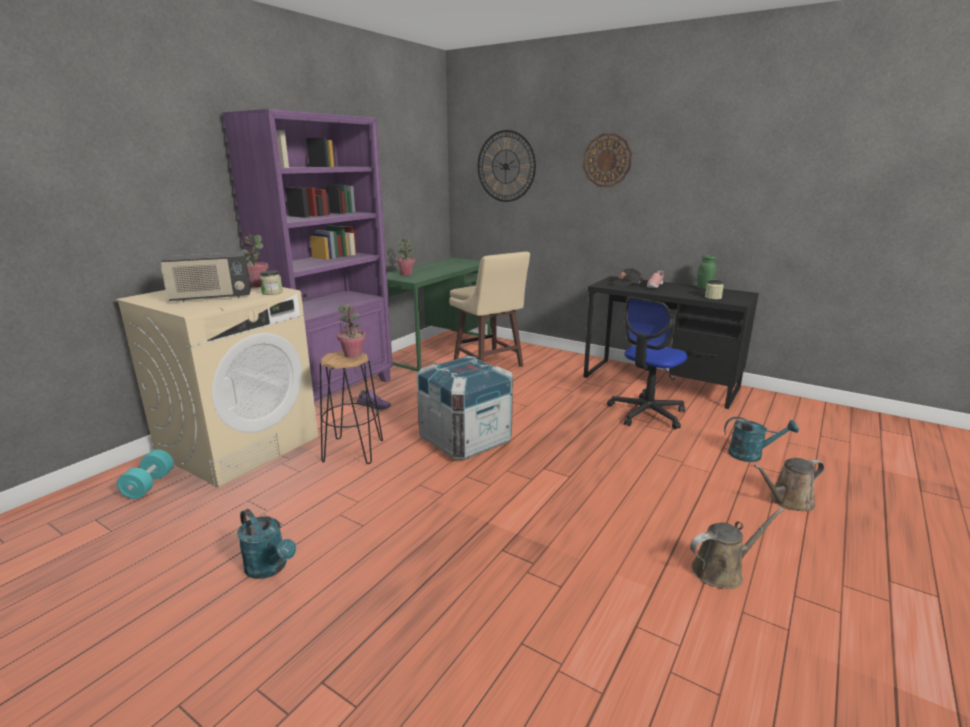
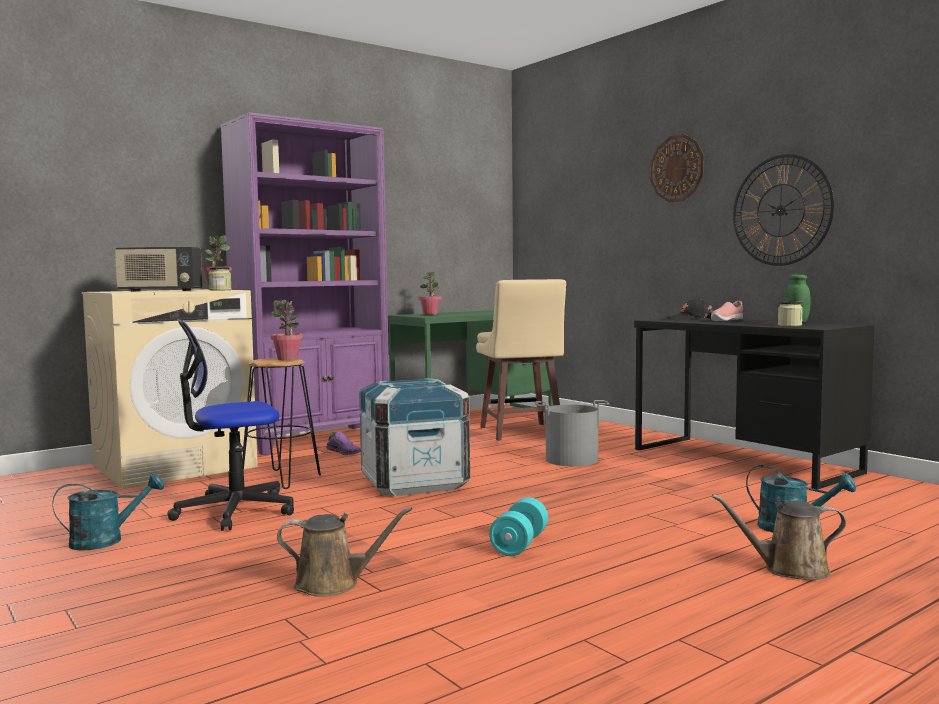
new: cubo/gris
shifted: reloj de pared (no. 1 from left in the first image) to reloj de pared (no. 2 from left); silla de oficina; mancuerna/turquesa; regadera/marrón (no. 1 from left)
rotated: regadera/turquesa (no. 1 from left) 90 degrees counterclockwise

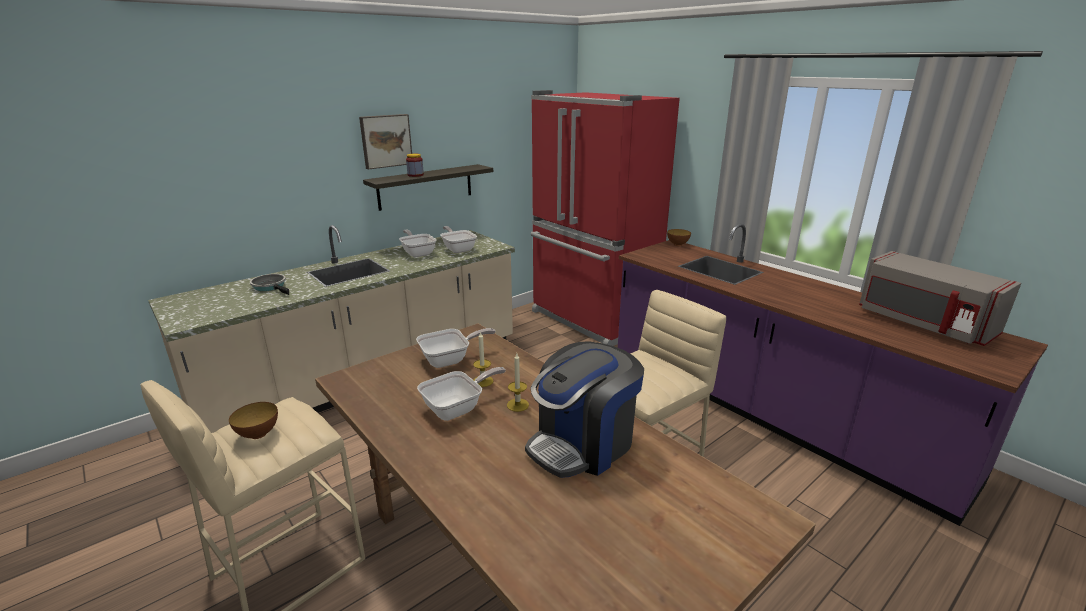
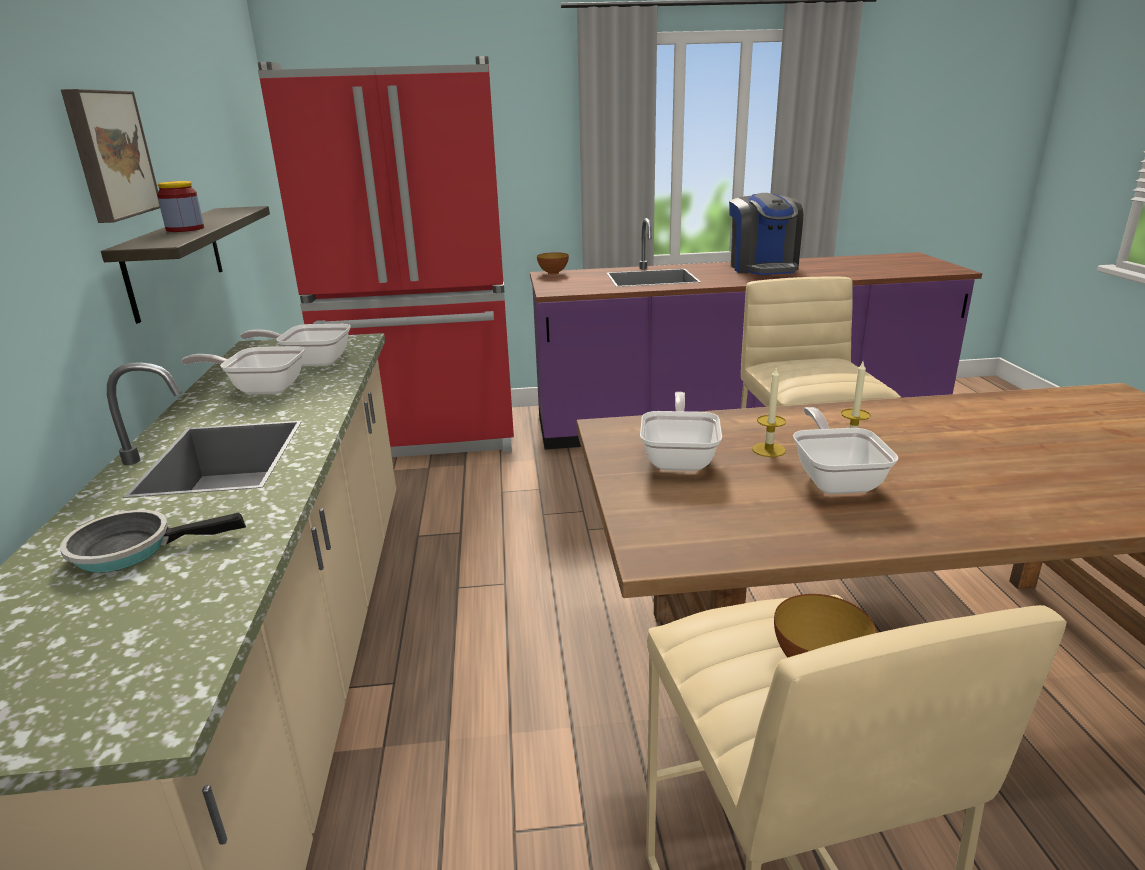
gone: microondas/gris
shifted: cafetera

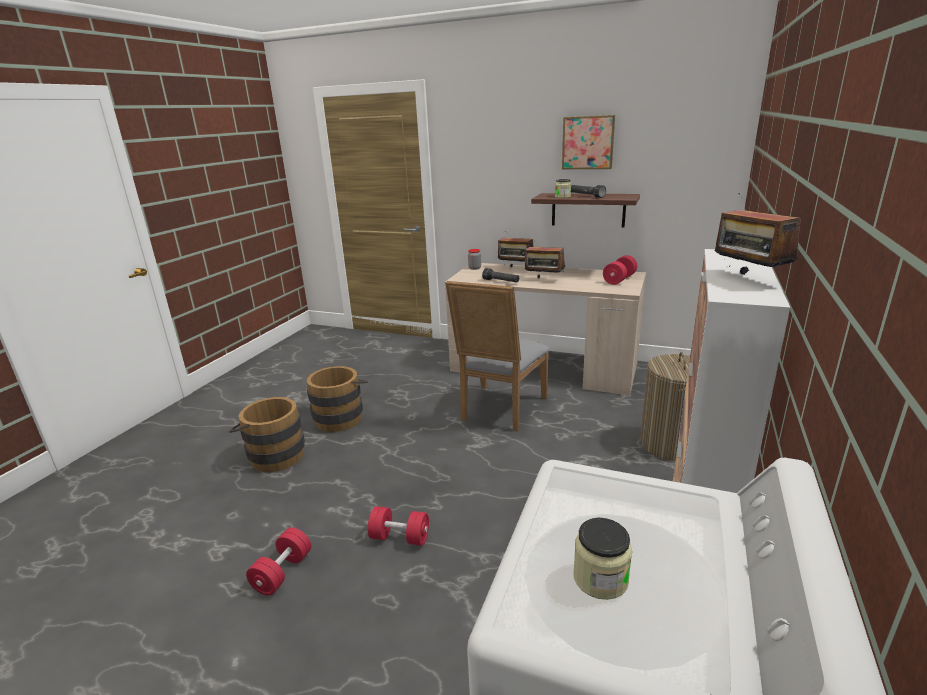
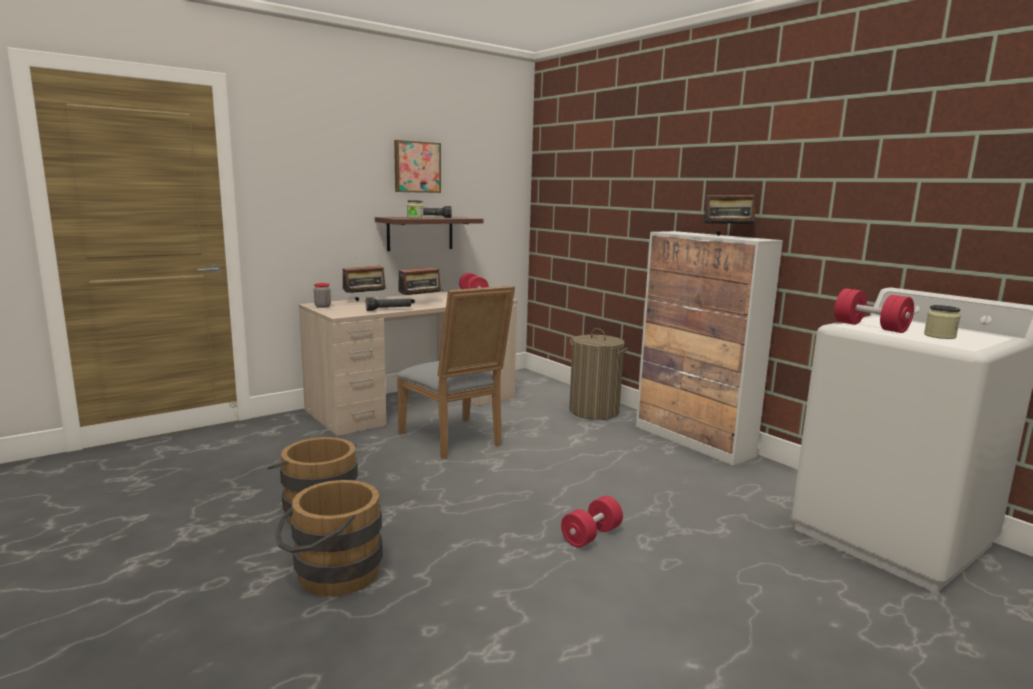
shifted: mancuerna/rojo (no. 1 from left in the first image) to mancuerna/rojo (no. 3 from left)

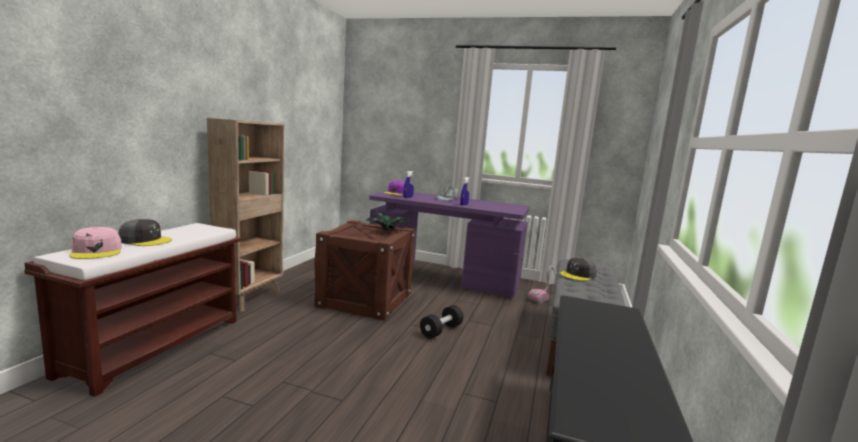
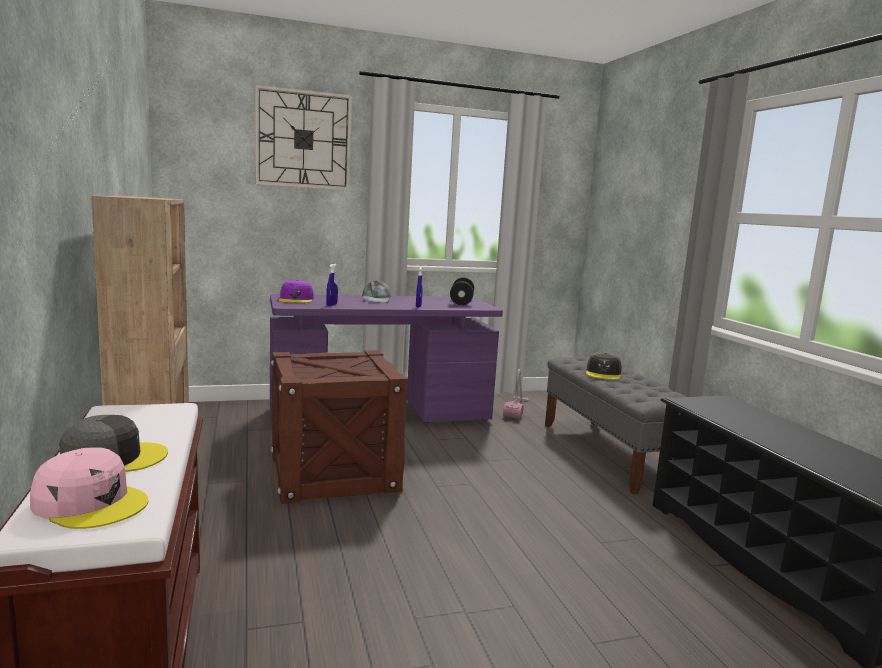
gone: planta en maceta
new: reloj de pared
shifted: mancuerna/negro

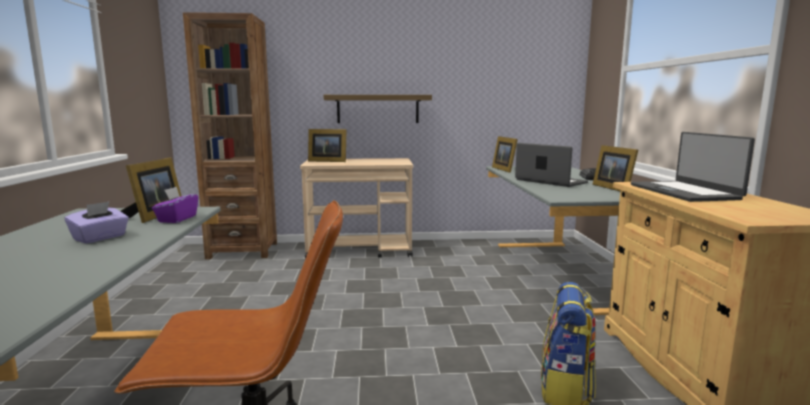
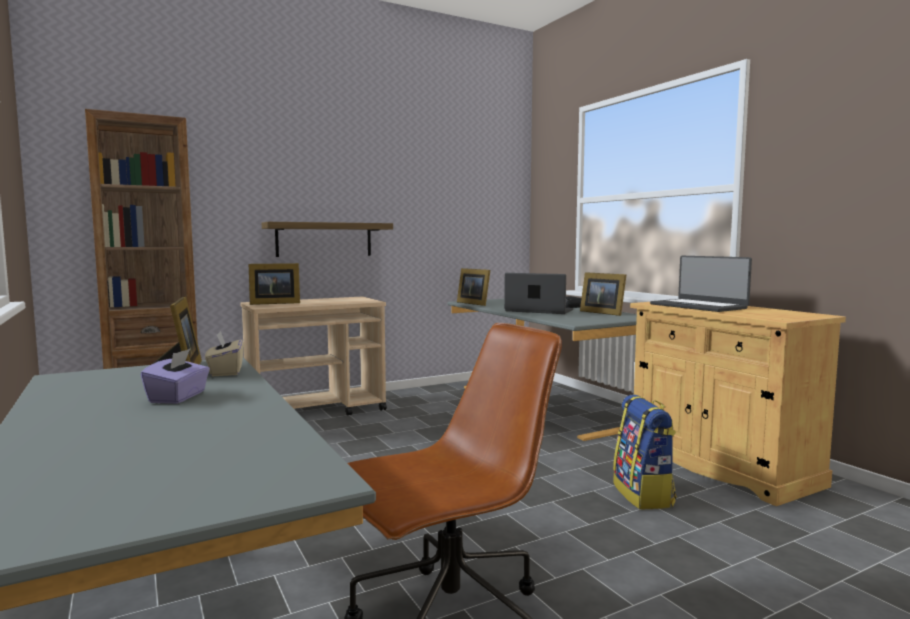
repainted: caja de pañuelos/morado (no. 2 from left) to caja de pañuelos/beis

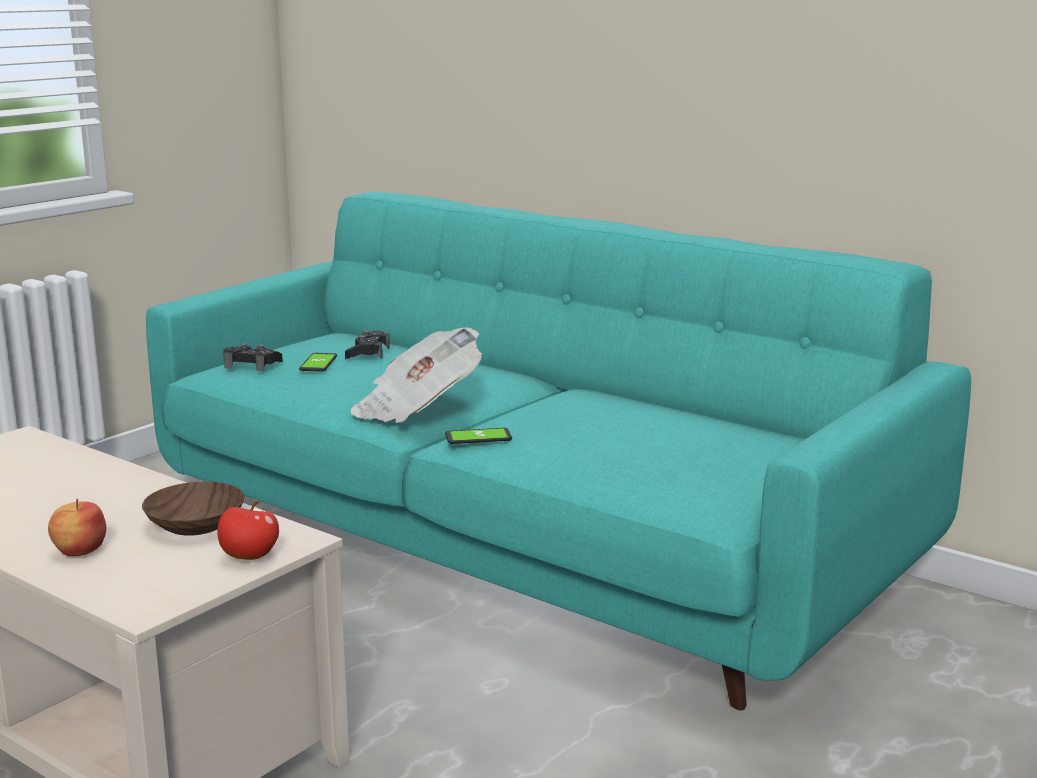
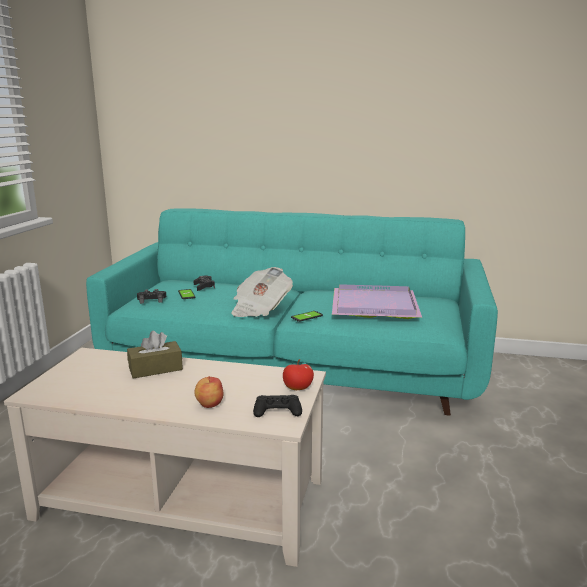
gone: cuenco/marrón
new: bandeja/morado; caja de pañuelos/marrón; mando de consola/negro (no. 3 from left)

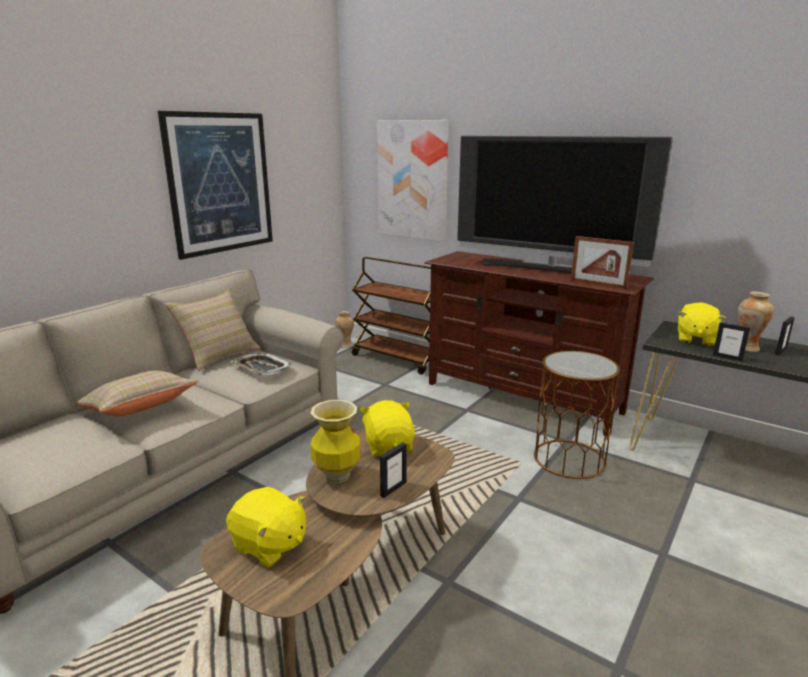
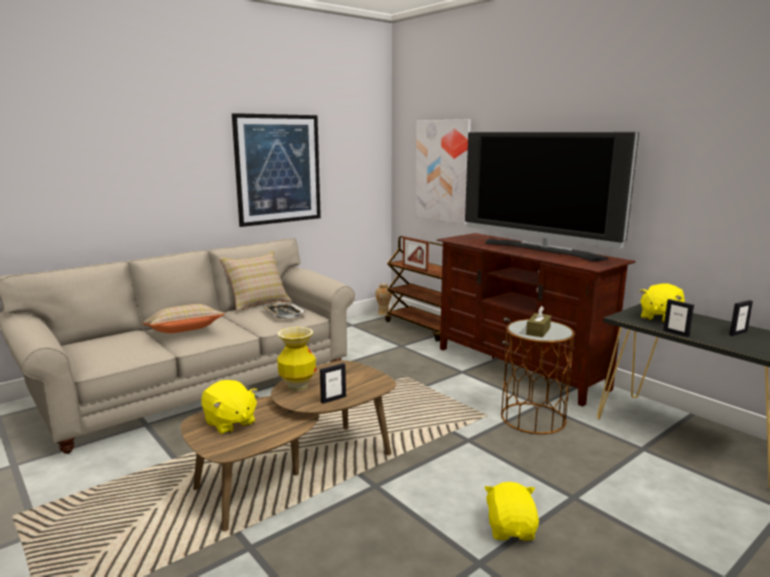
gone: florero (no. 3 from left)
new: caja de pañuelos/marrón
shifted: portarretratos (no. 2 from left); peluche/amarillo (no. 2 from left)

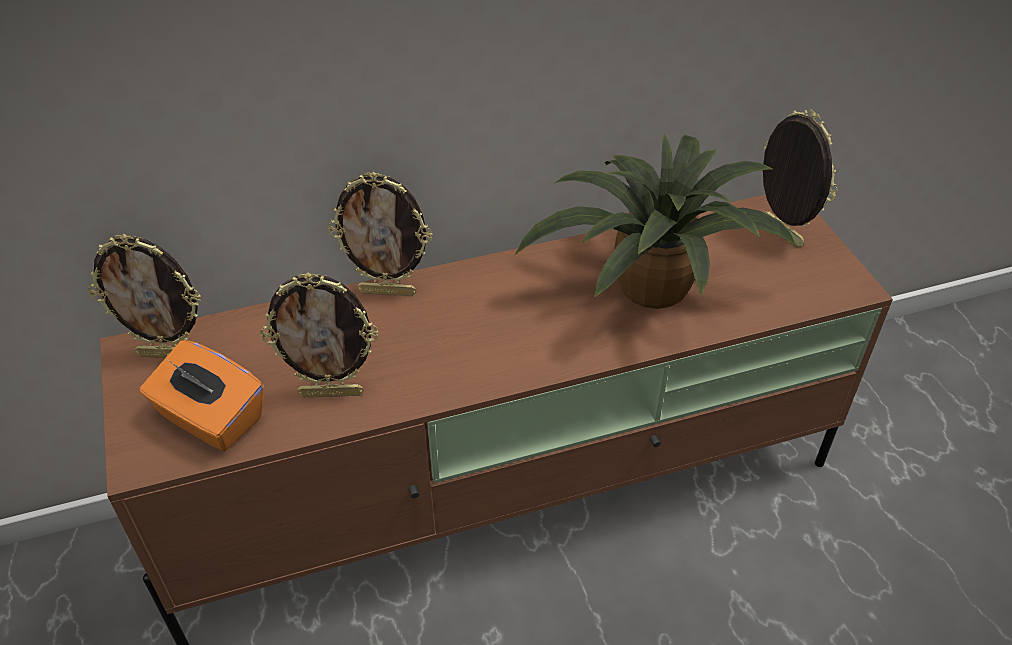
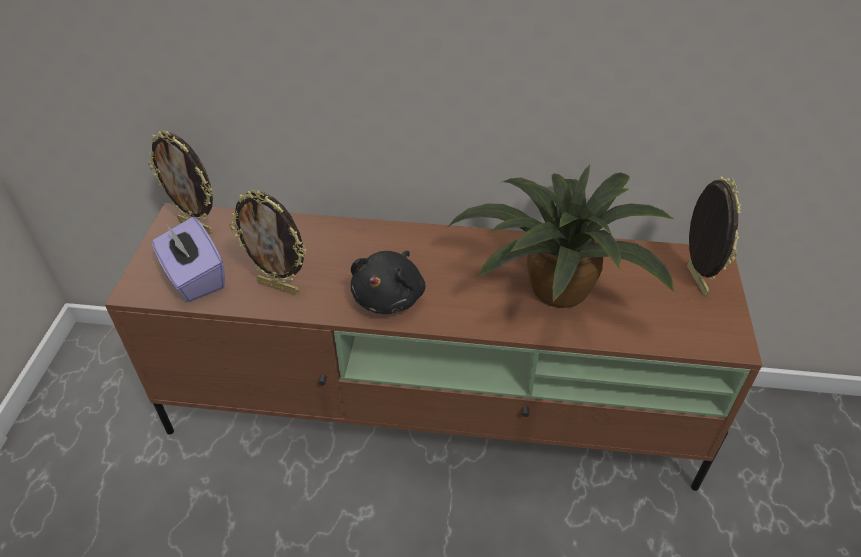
gone: portarretratos (no. 3 from left)
new: peluche/negro
repainted: caja de pañuelos/naranja to caja de pañuelos/morado

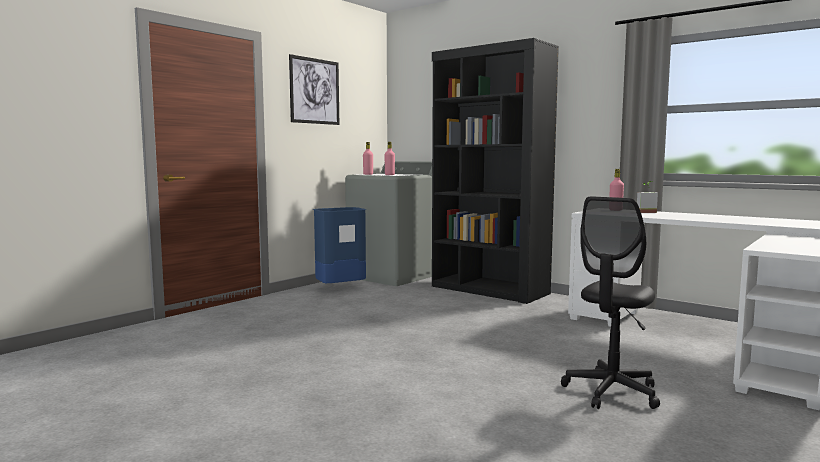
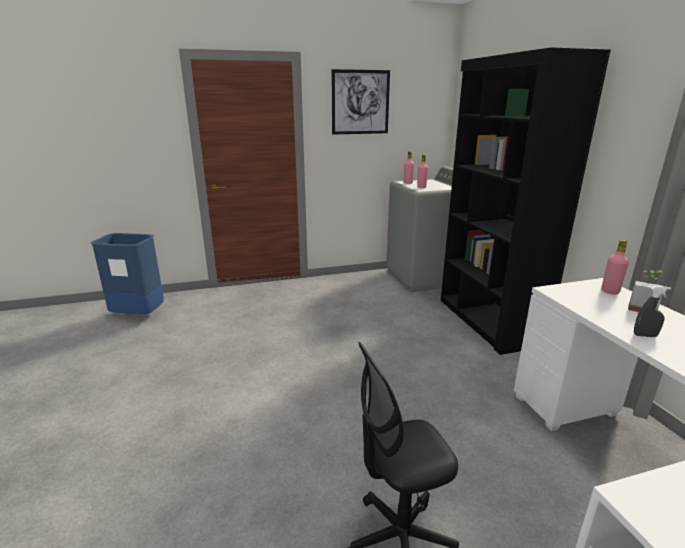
new: pulverizador/gris
shifted: papelera/azul

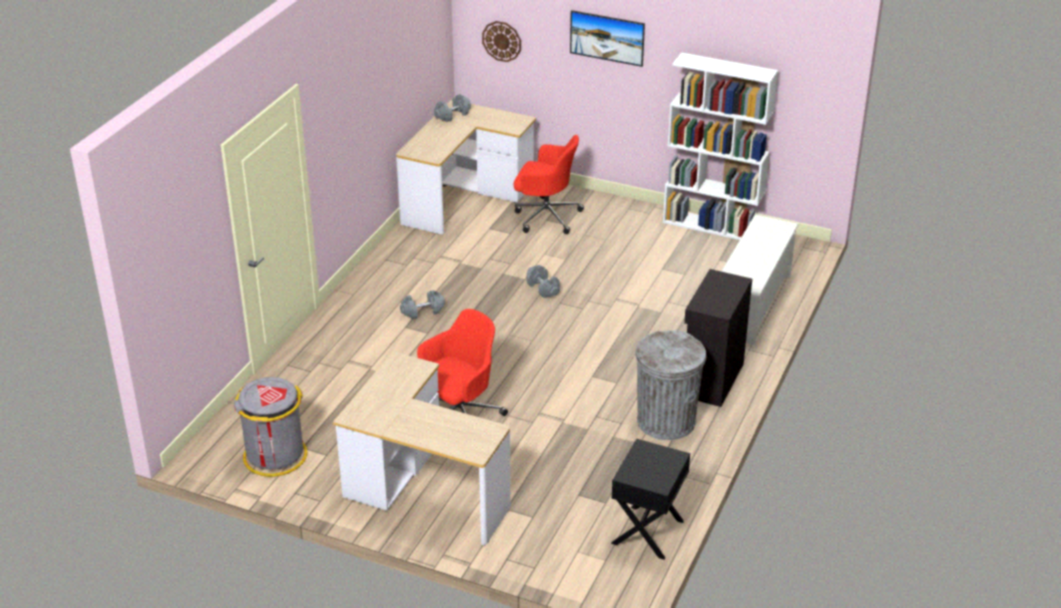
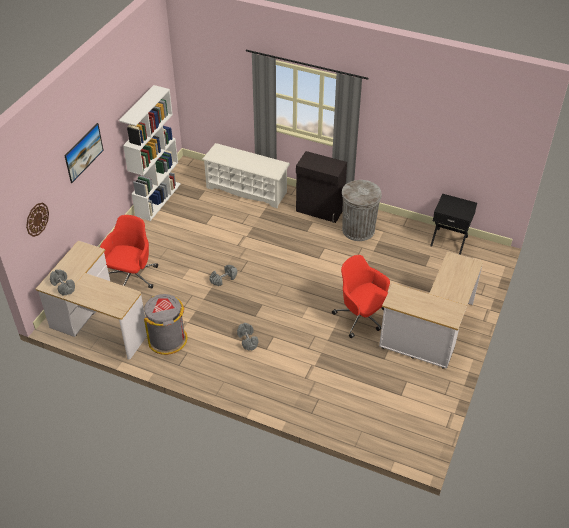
shifted: papelera/gris (no. 1 from left)

